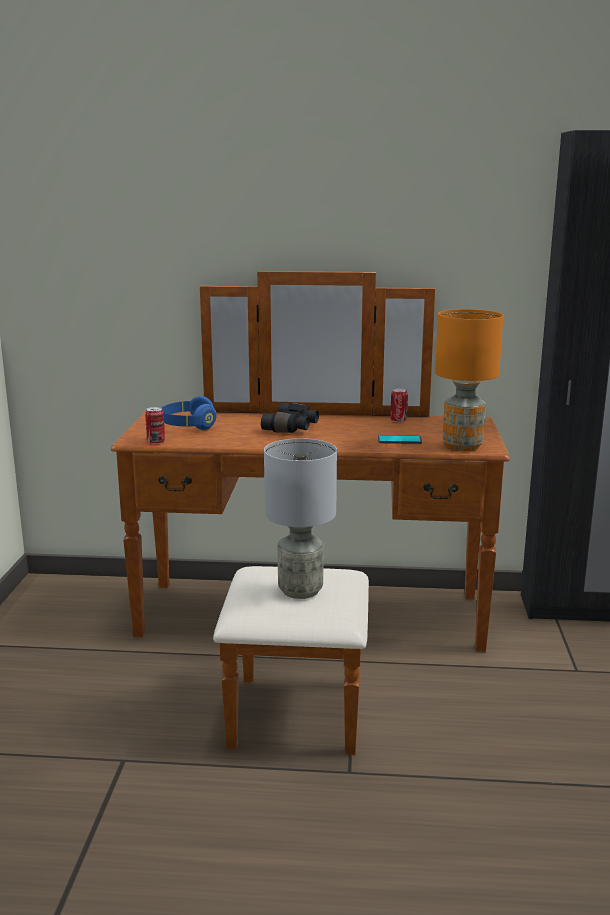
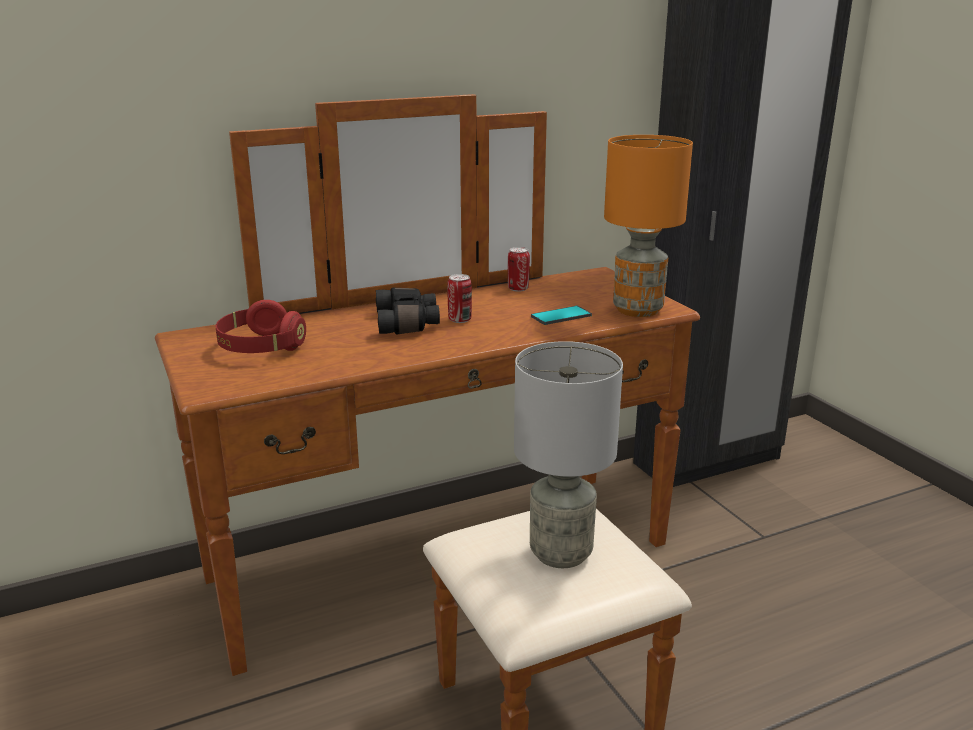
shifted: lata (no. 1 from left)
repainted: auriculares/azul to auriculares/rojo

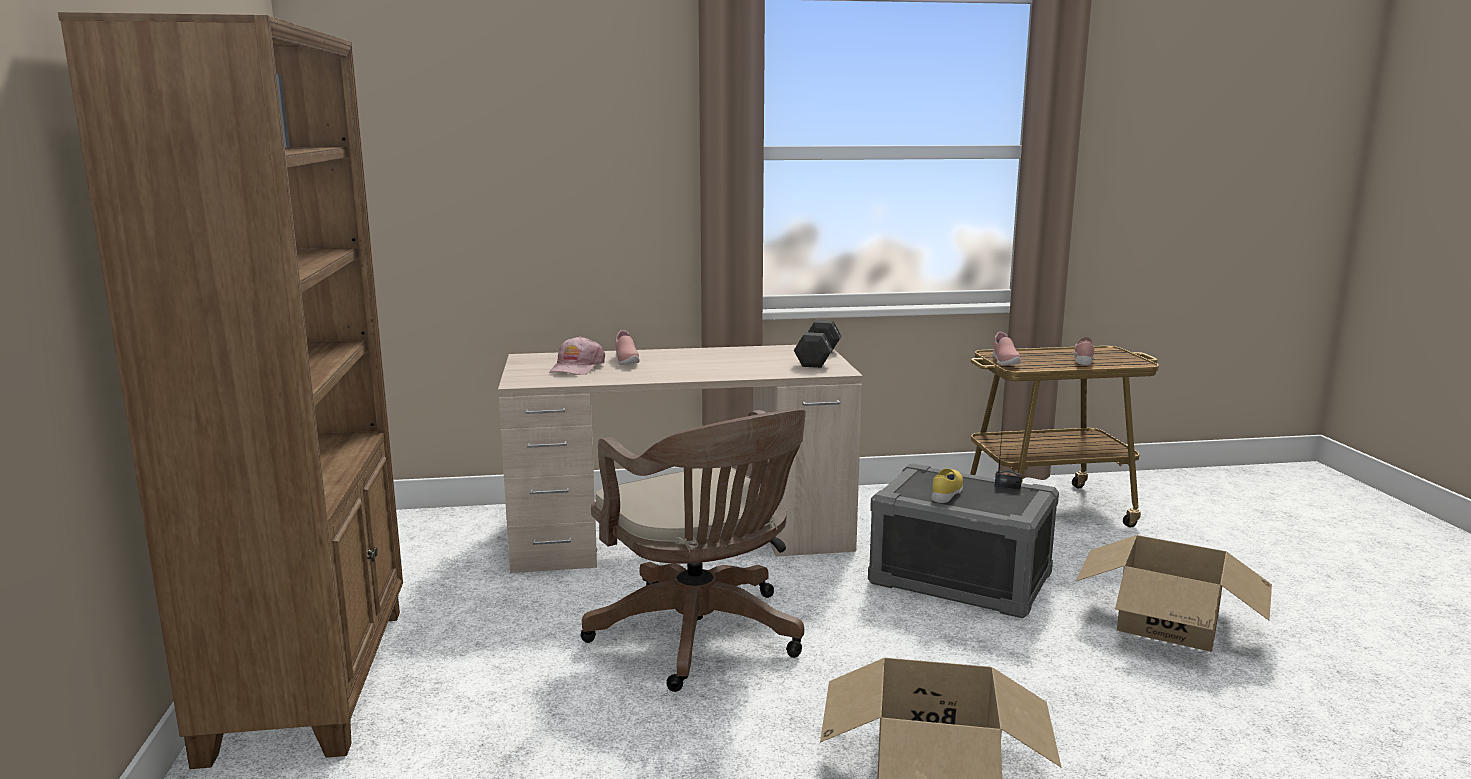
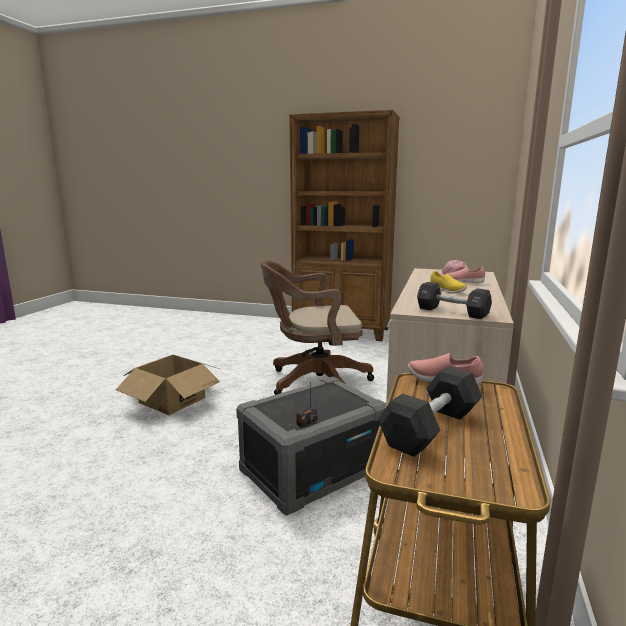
gone: caja de cartón (no. 2 from left)
shifted: zapato/amarillo
swapped: zapato/rosa (no. 3 from left) to mancuerna/negro (no. 1 from left)

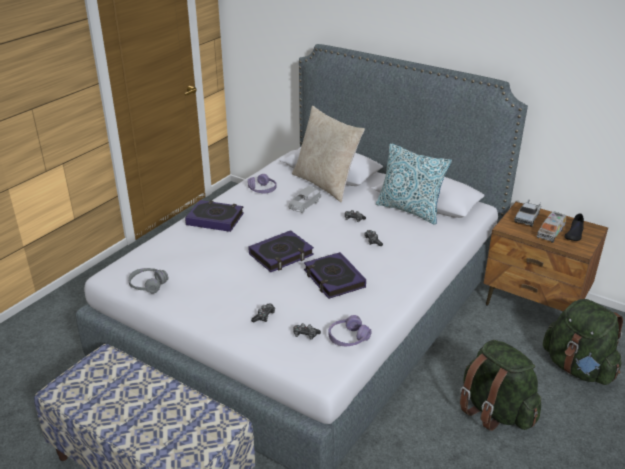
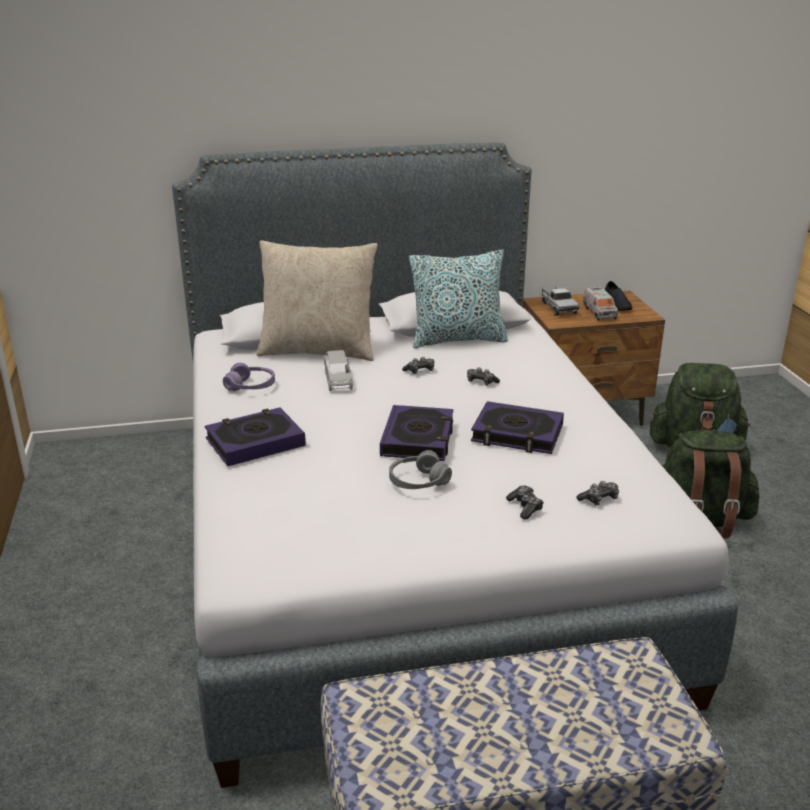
gone: auriculares/morado (no. 2 from left)
shifted: auriculares/gris

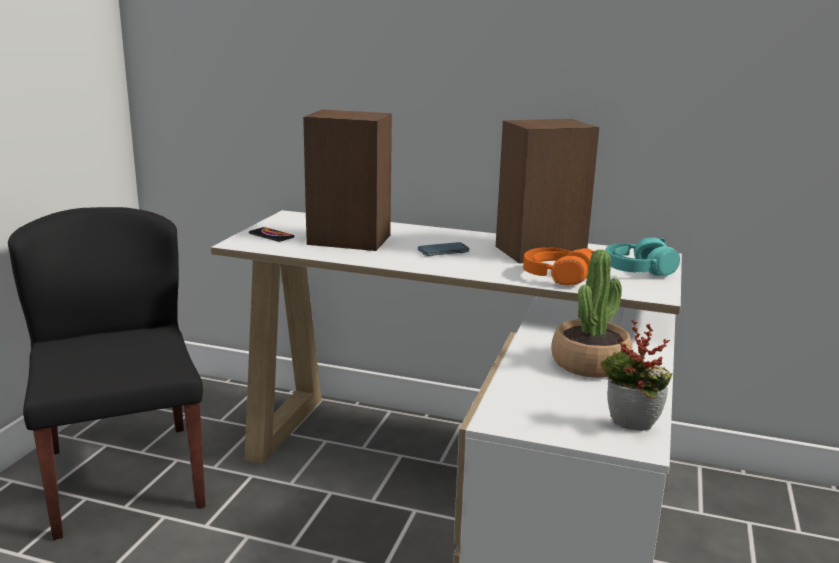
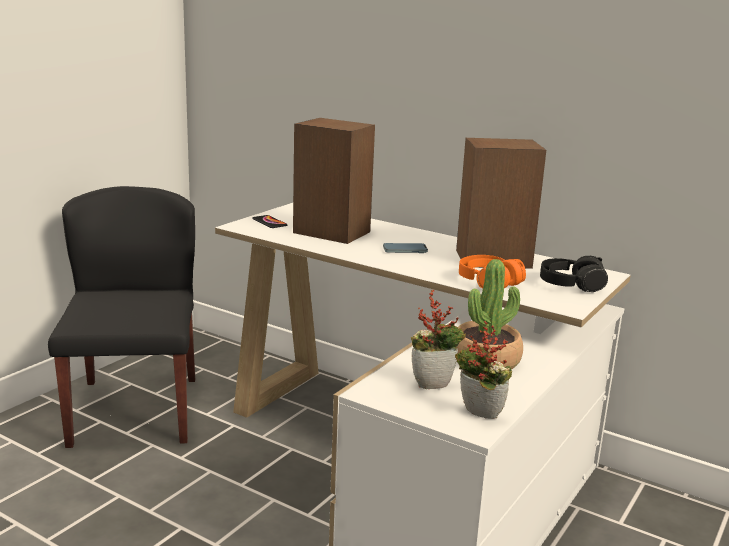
new: planta en maceta (no. 1 from left)
repainted: auriculares/turquesa to auriculares/negro

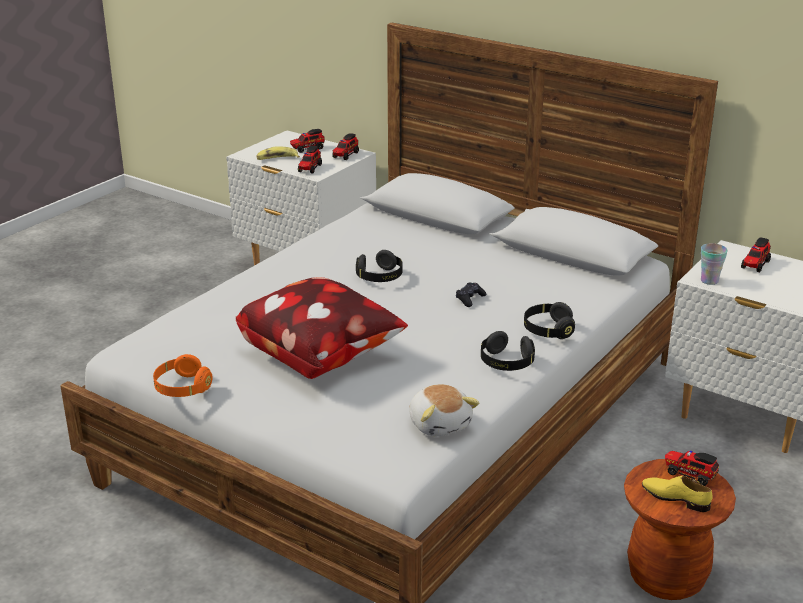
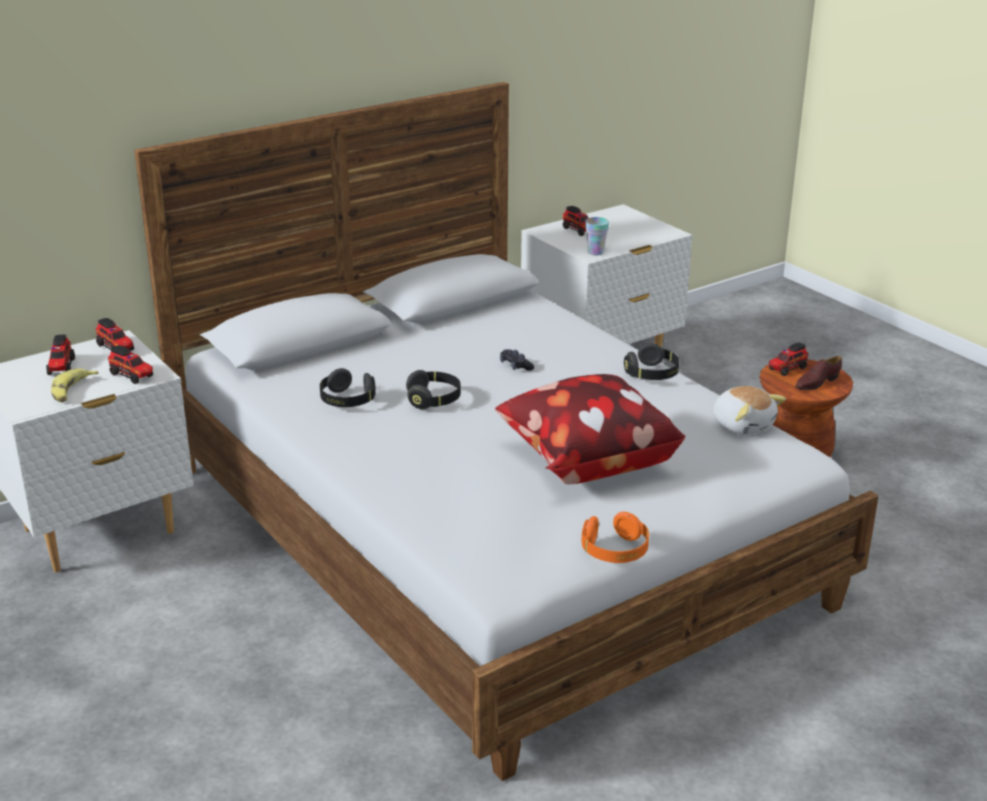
shifted: auriculares/negro (no. 3 from left in the first image) to auriculares/negro (no. 1 from left)
repainted: zapato/amarillo to zapato/marrón
rotated: peluche 60 degrees clockwise

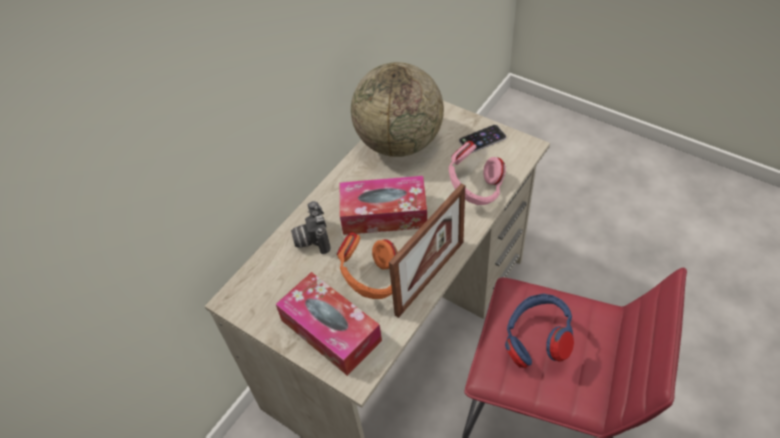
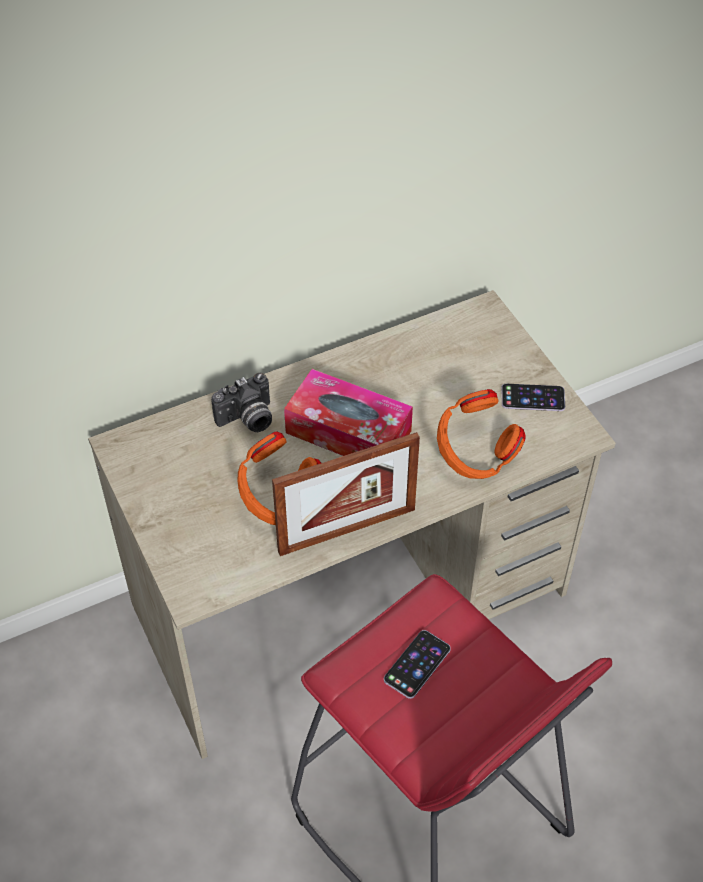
gone: globo terráqueo; caja de pañuelos (no. 1 from left)
swapped: auriculares/azul to móvil (no. 1 from left)
repainted: auriculares/rosa to auriculares/naranja (no. 2 from left)
rotated: cámara 135 degrees counterclockwise

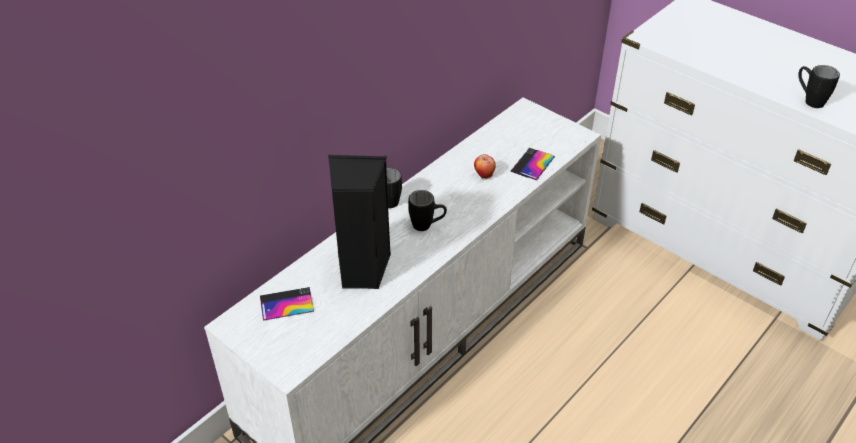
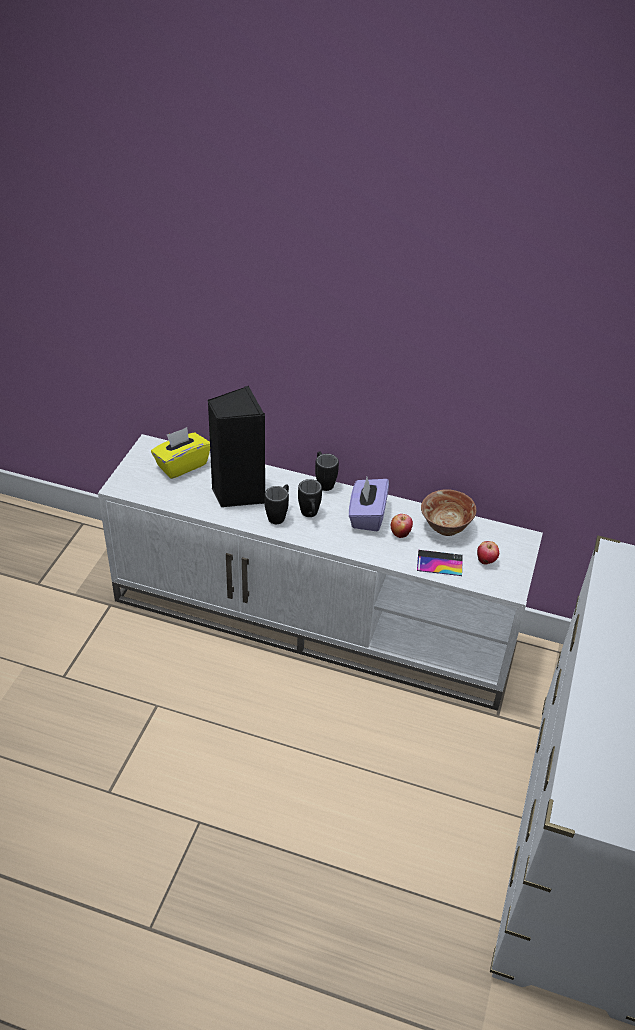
new: caja de pañuelos/morado; cuenco; manzana (no. 2 from left)
shifted: taza grande/negro (no. 3 from left in the first image) to taza grande/negro (no. 1 from left)
swapped: móvil (no. 1 from left) to caja de pañuelos/amarillo

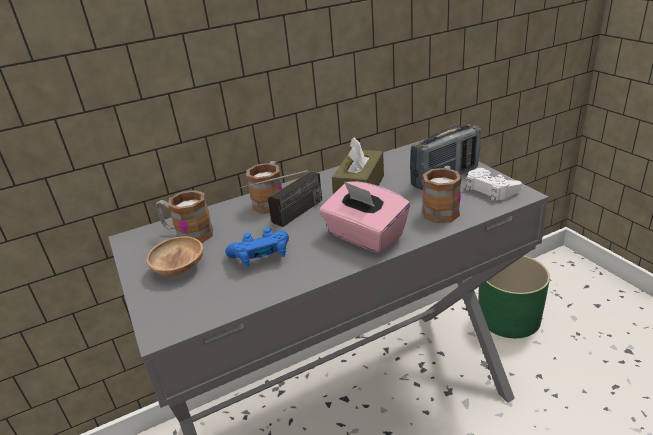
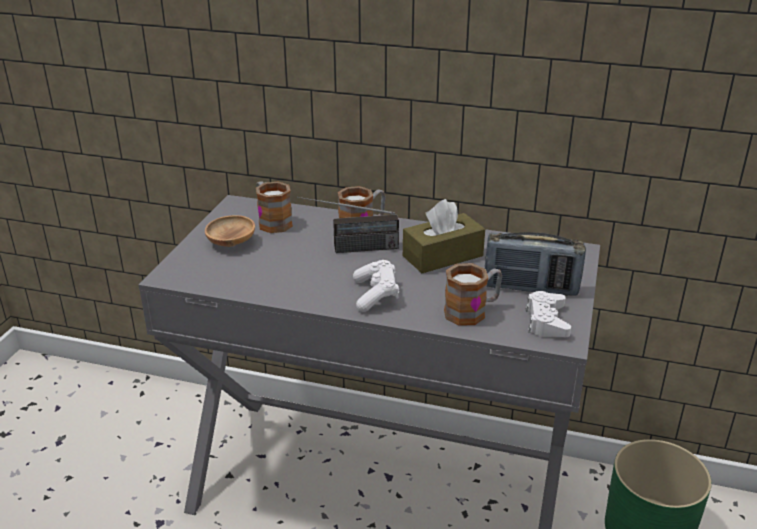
gone: mando de consola/azul
swapped: caja de pañuelos/rosa to mando de consola/blanco (no. 1 from left)

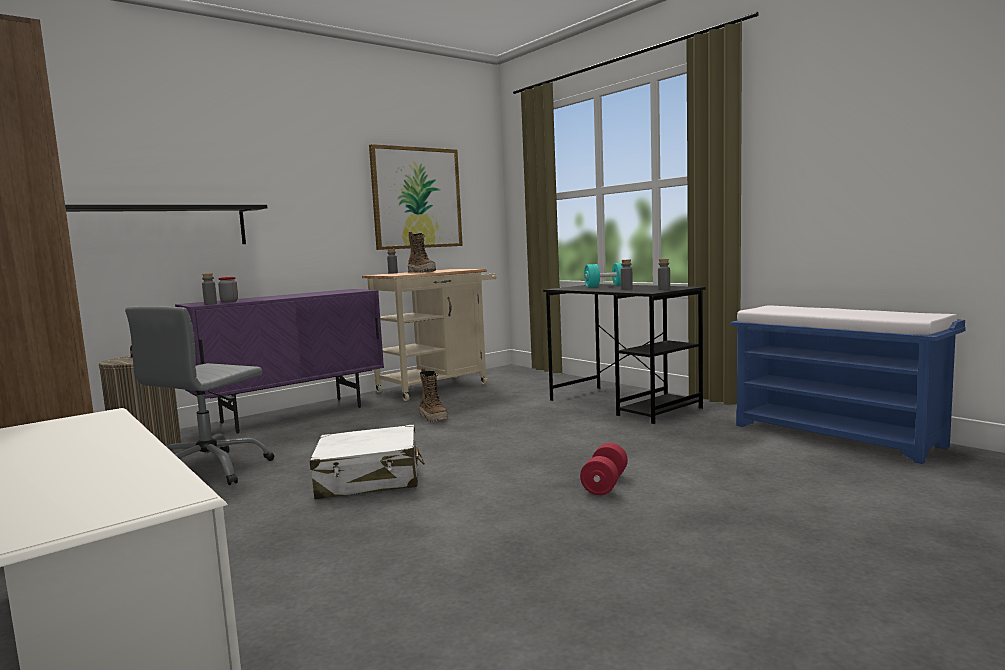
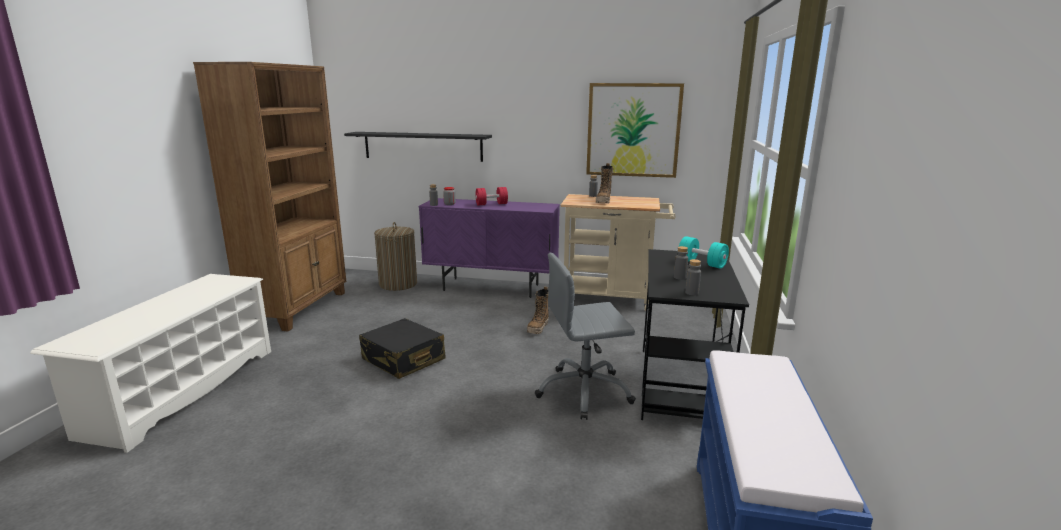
shifted: silla de oficina/gris; mancuerna/rojo
repainted: maleta/blanco to maleta/negro

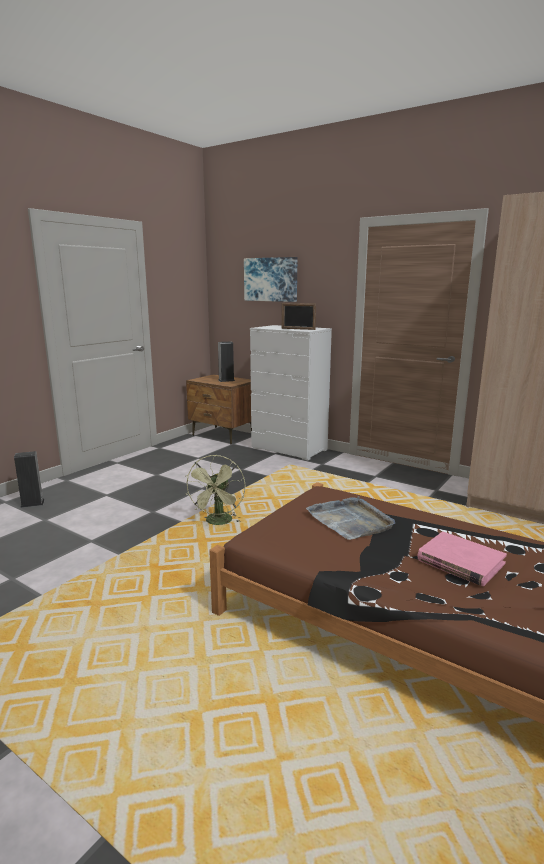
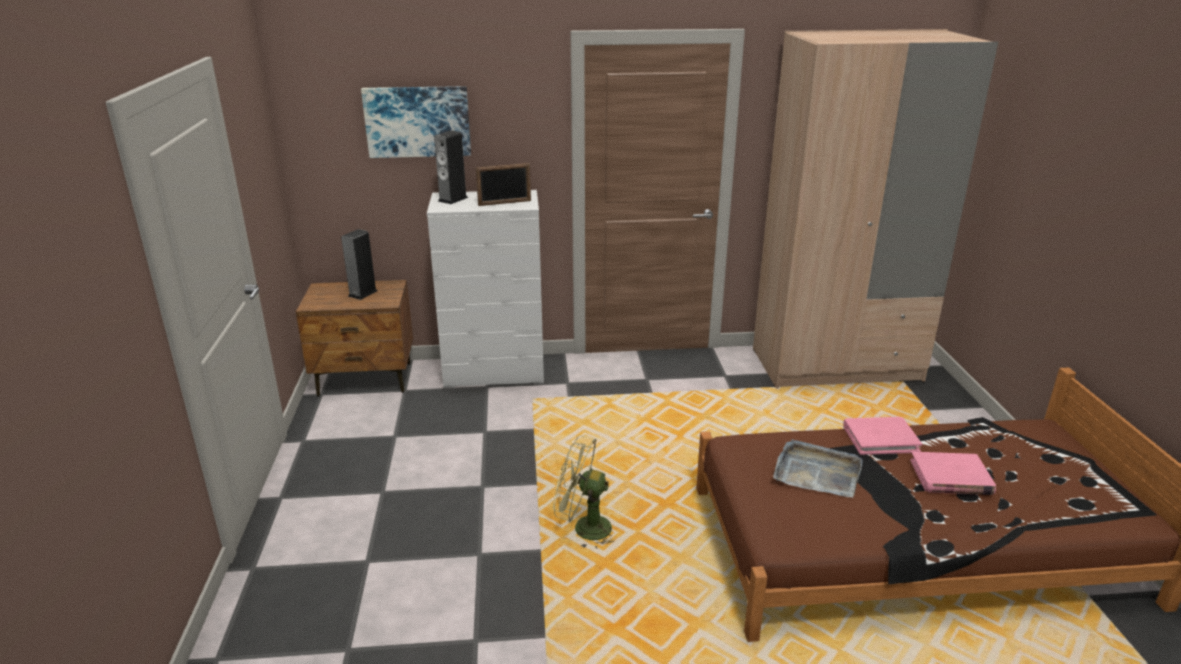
new: libro/rosa (no. 1 from left)
shifted: altavoz (no. 1 from left in the first image) to altavoz (no. 2 from left)
rotated: ventilador/verde 135 degrees clockwise

